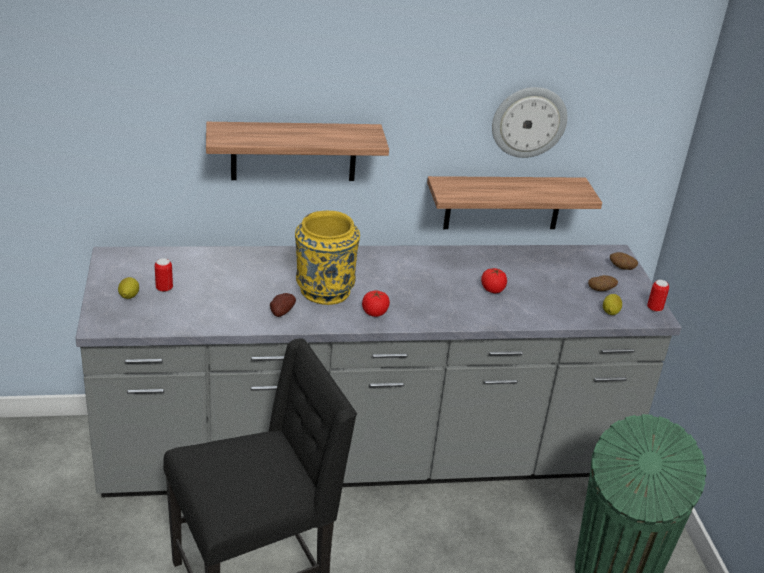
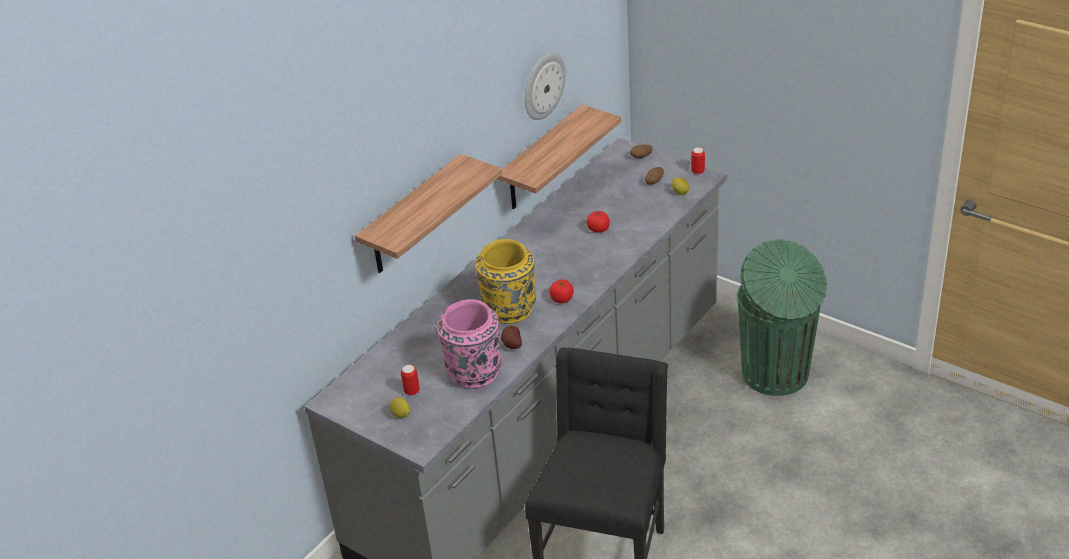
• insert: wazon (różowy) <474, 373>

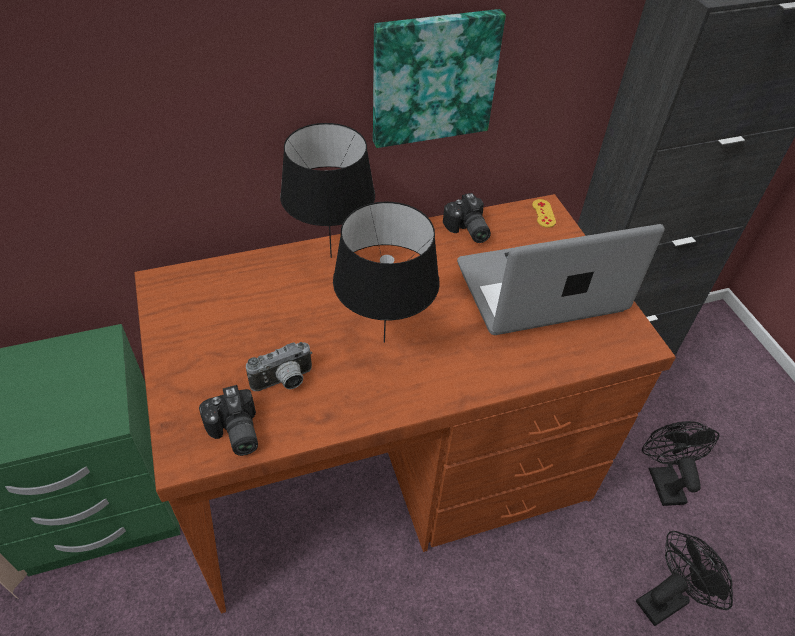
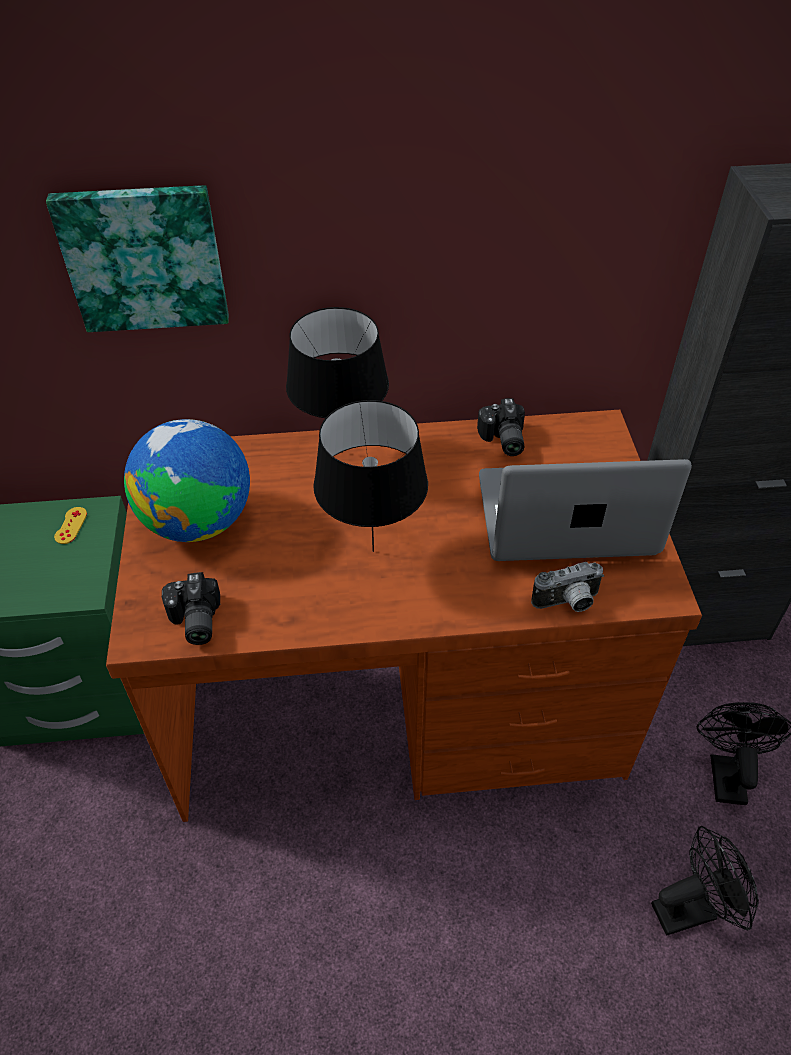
• move: aparat fotograficzny <284, 382> to <568, 603>
• move: obraz <433, 77> to <144, 258>
• move: pad do gier (żółty) <543, 213> to <71, 525>
• insert: globus <198, 521>

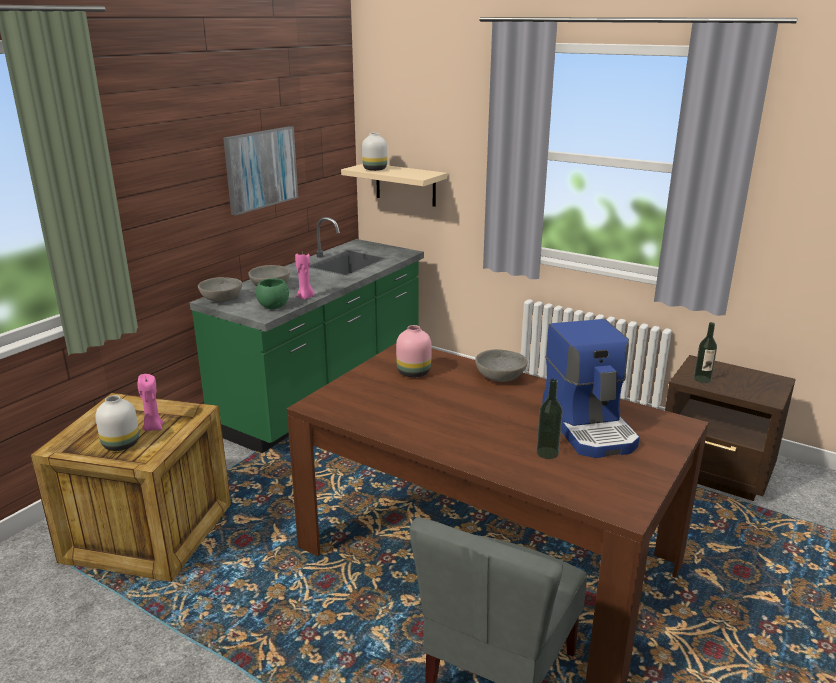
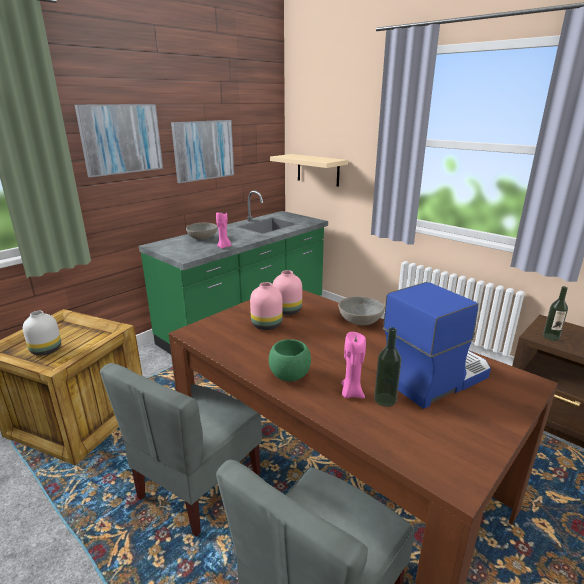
• move: świeca (różowy) <153, 427> to <351, 393>
• delete: miska (szary) <222, 299>
• move: miska (zielony) <273, 306> to <289, 375>
• delete: wazon (biały) <374, 169>
• rotate: ekspres do kawy <590, 426> = <433, 376> 120 degrees counterclockwise
• insert: obraz <121, 139>
• insert: krzesło (szary) <198, 485>
• insert: wazon (różowy) <267, 325>

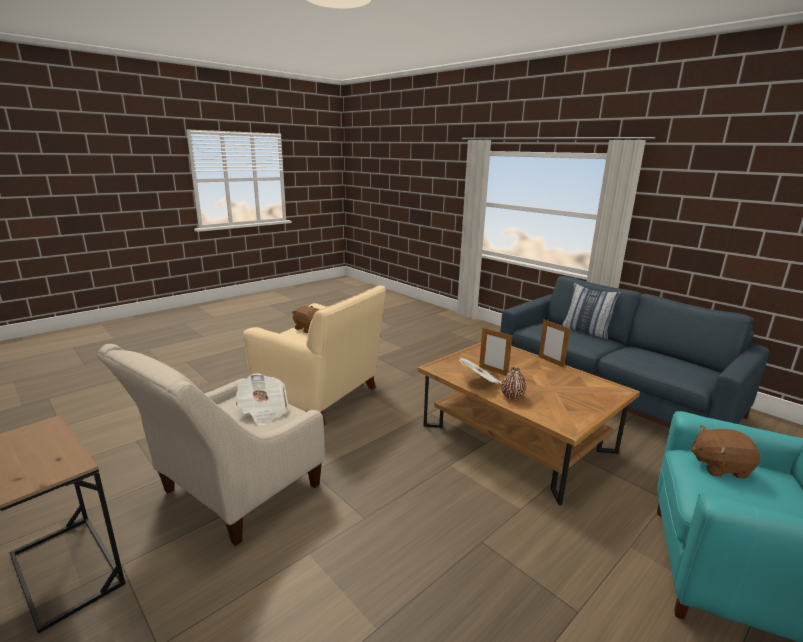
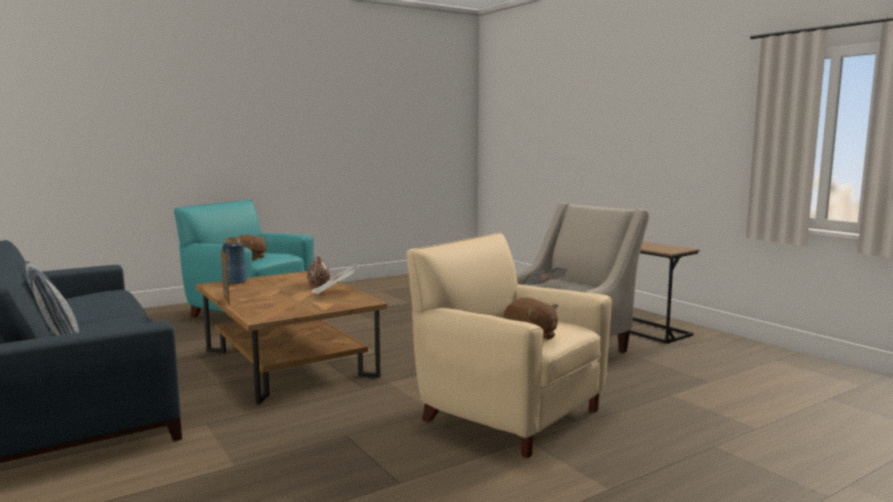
• delete: ramka na zdjęcie <493, 371>
• insert: wazon (niebieski) <235, 281>

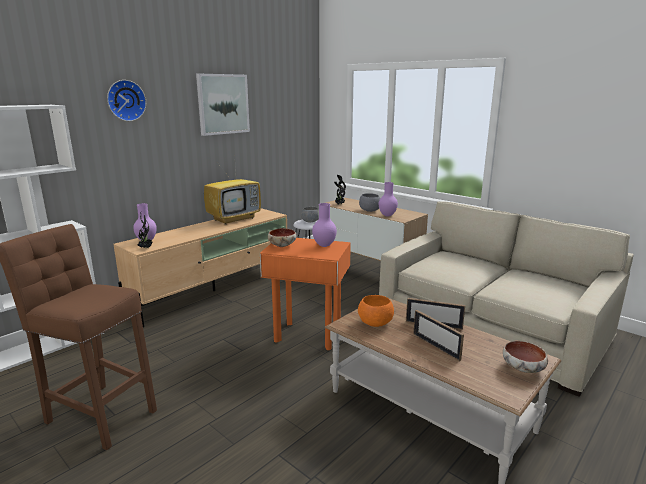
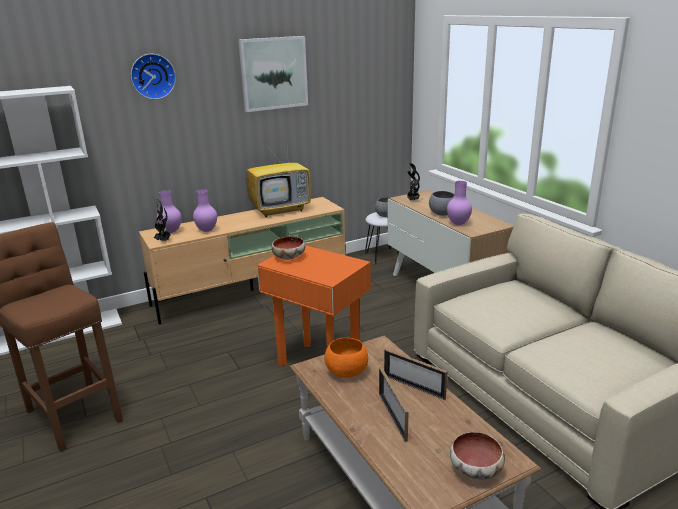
• move: wazon (fioletowy) <324, 245> to <207, 230>

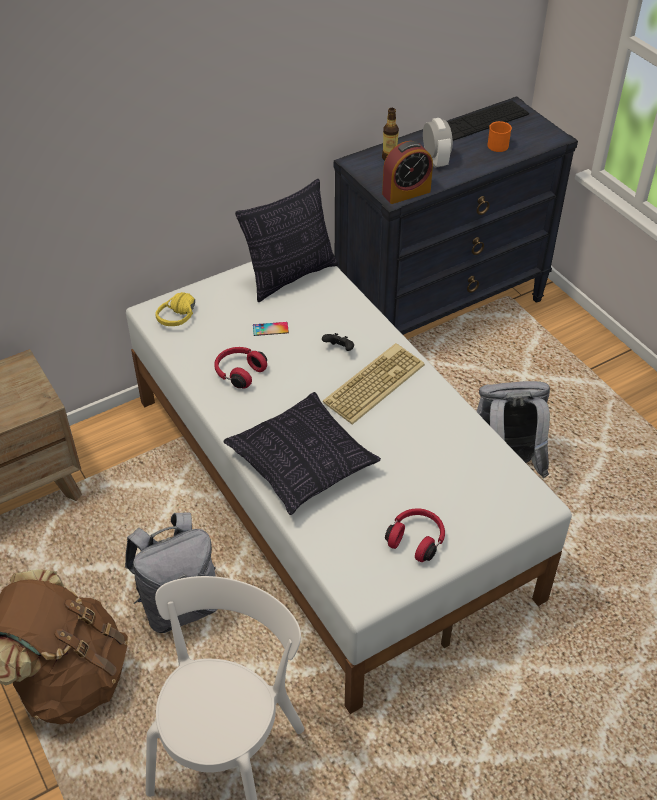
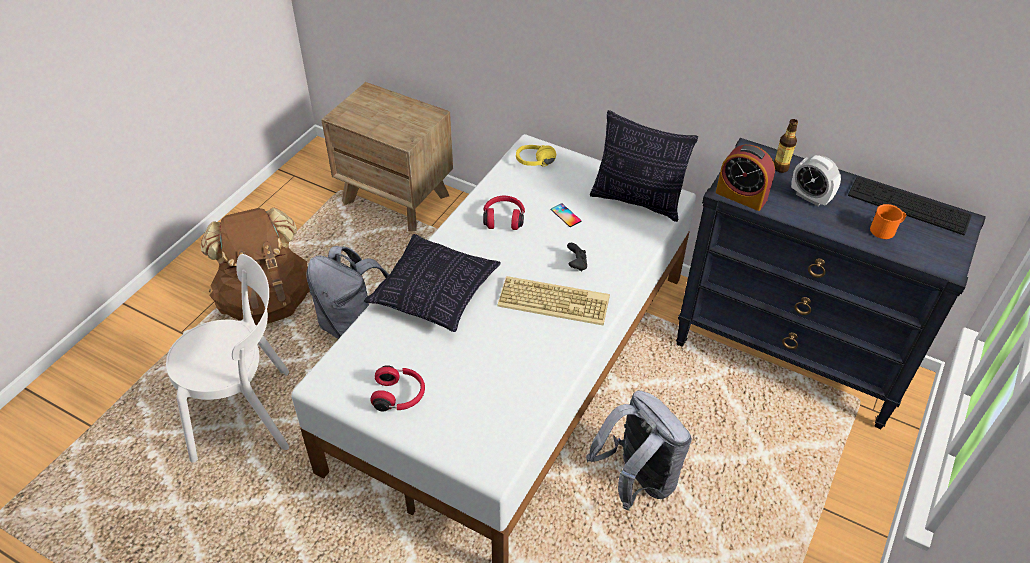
• rotate: budzik <435, 160> = <810, 197> 90 degrees clockwise

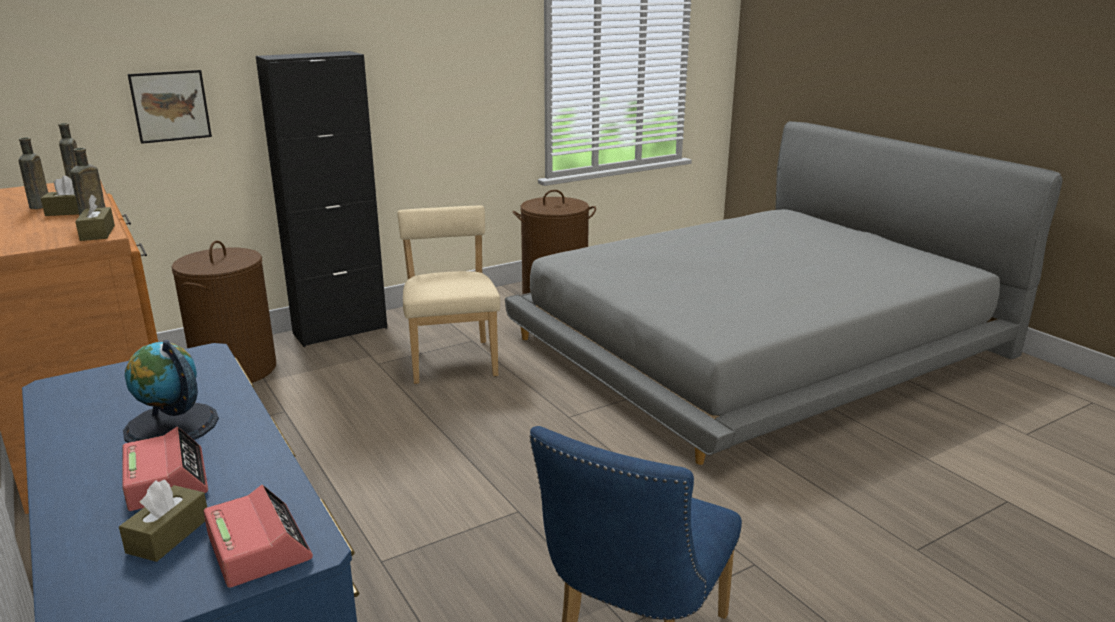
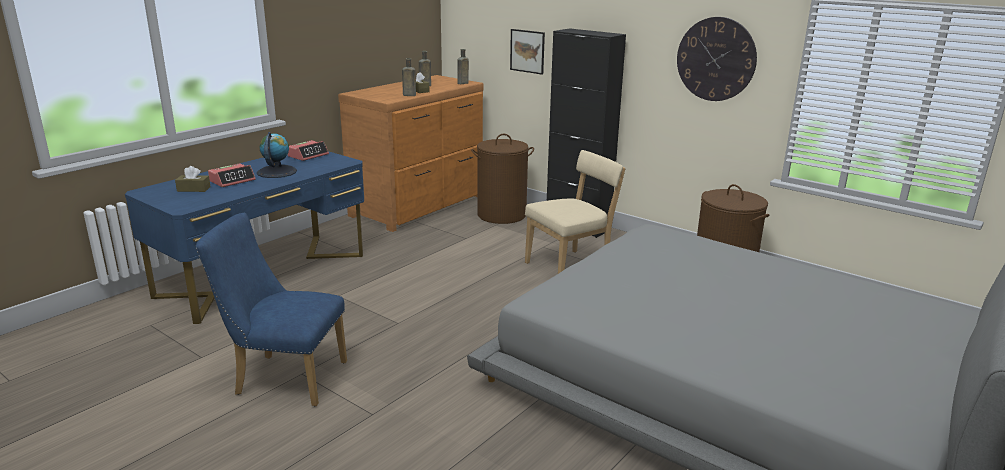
• delete: pudełko chusteczek (brązowy) <97, 233>
• move: budzik <258, 547> to <308, 155>
• insert: zegar ścienny <716, 59>

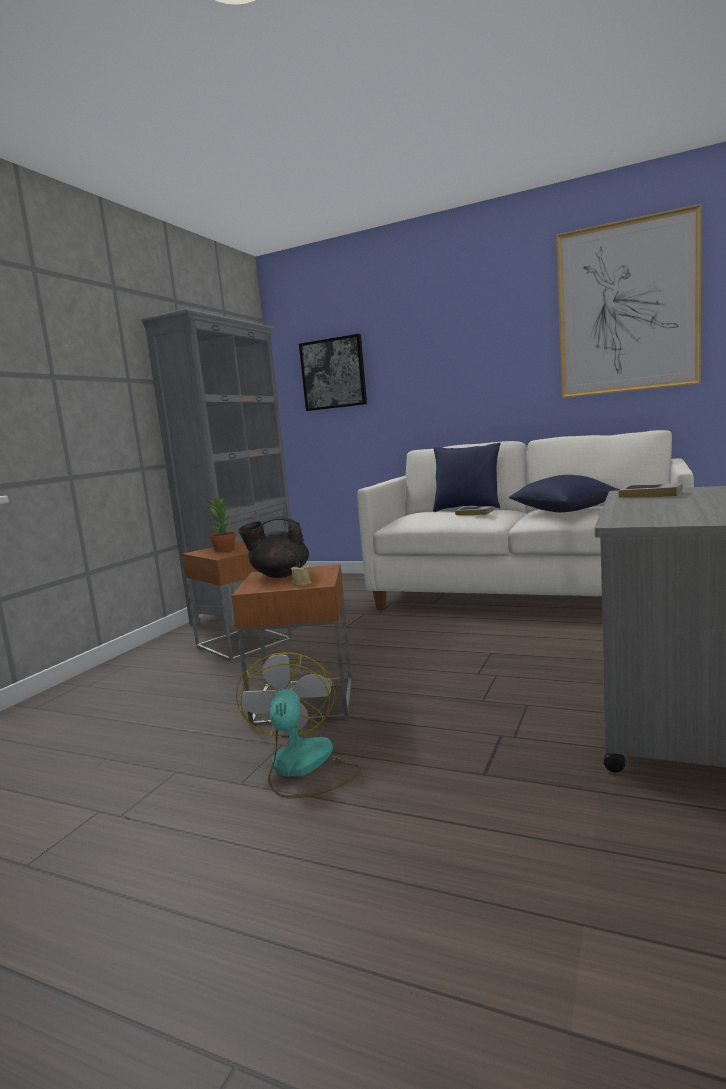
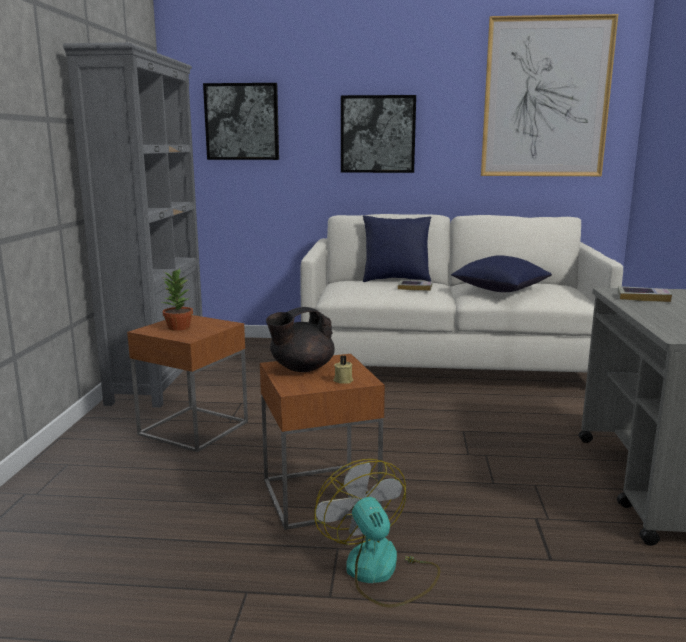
• insert: obraz <378, 134>

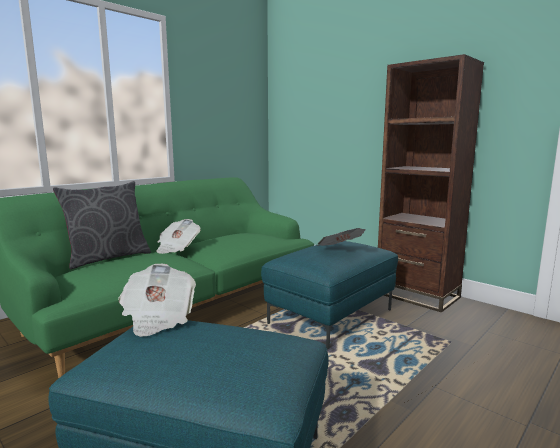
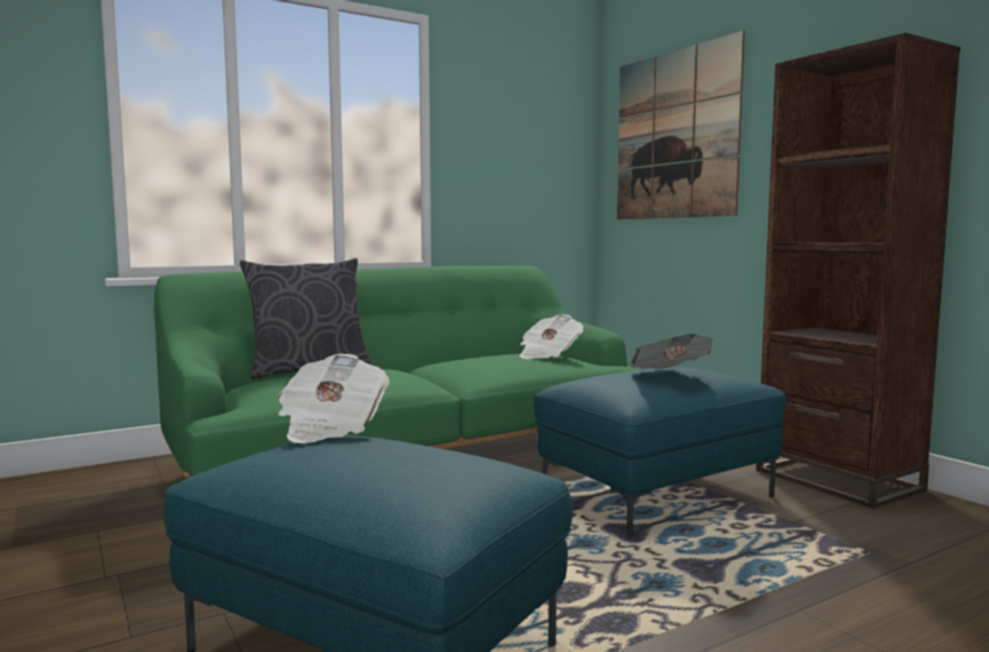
• move: gazeta <177, 248> to <548, 355>
• insert: obraz <675, 135>

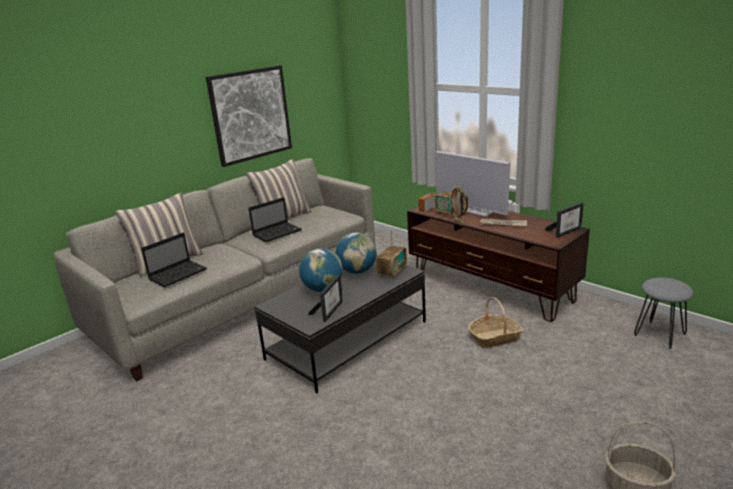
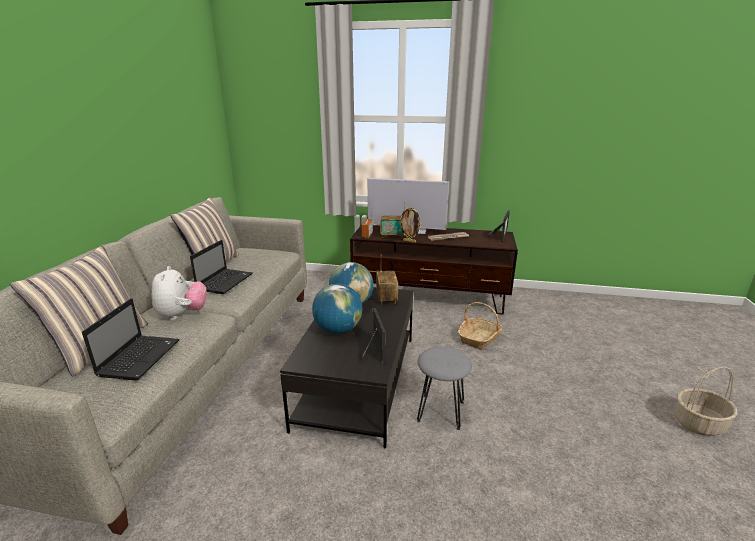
• delete: obraz <250, 115>
• move: stołek (szary) <660, 334> to <441, 411>
• insert: pluszak <182, 315>

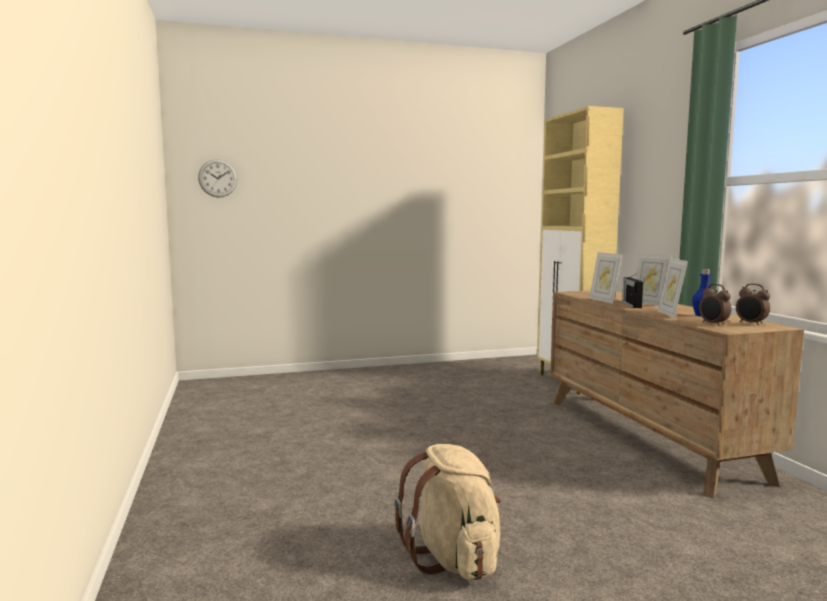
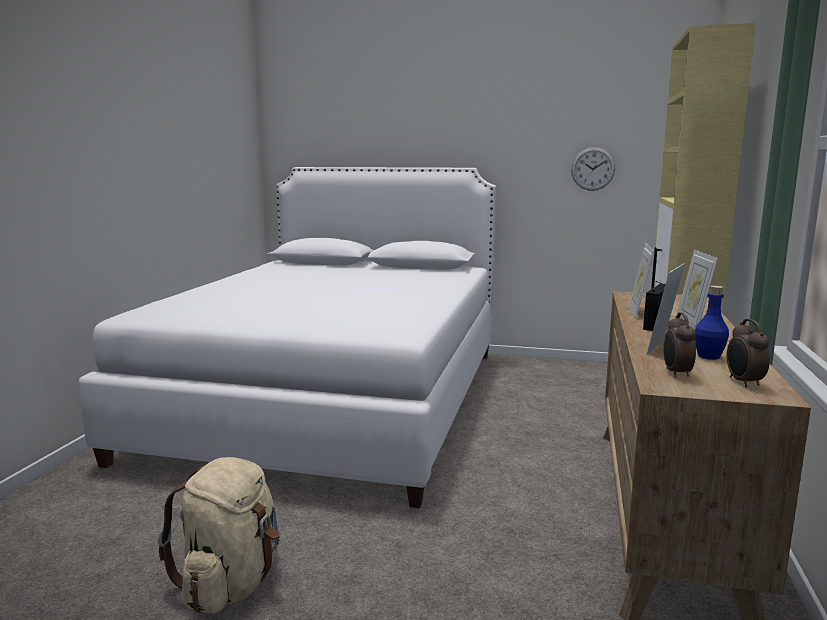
• move: zegar ścienny <218, 178> to <593, 169>
• insert: łóżko (biały) <334, 399>

